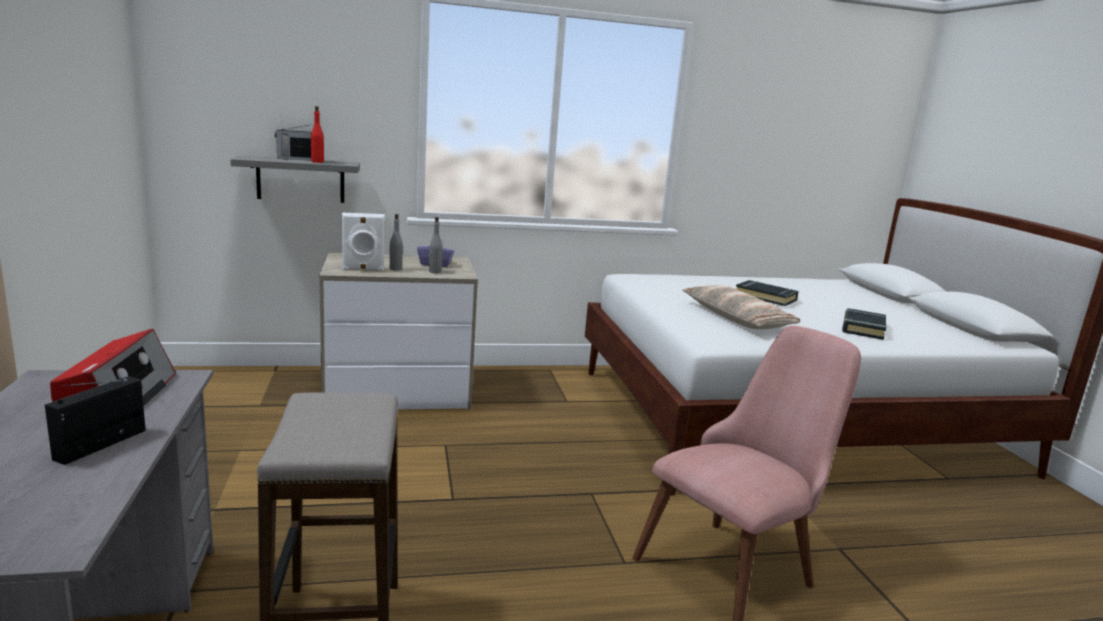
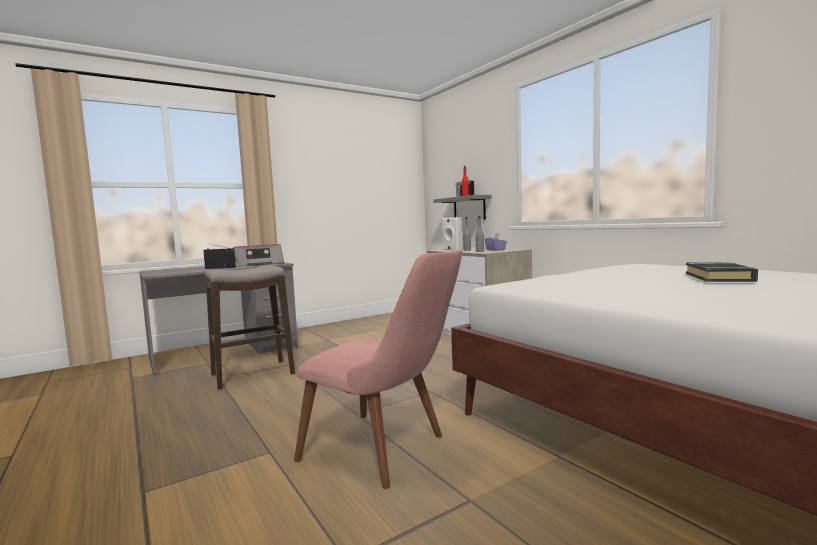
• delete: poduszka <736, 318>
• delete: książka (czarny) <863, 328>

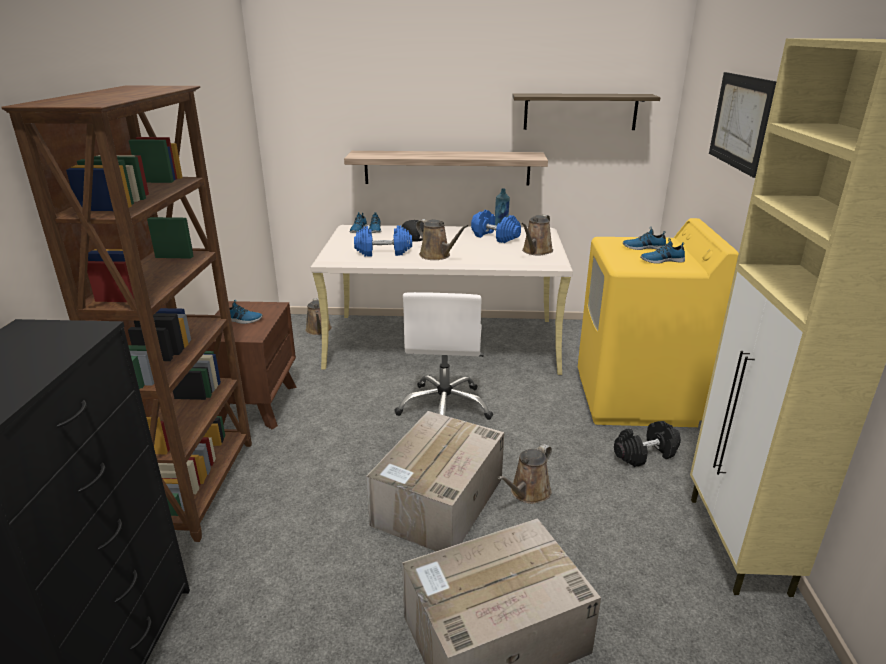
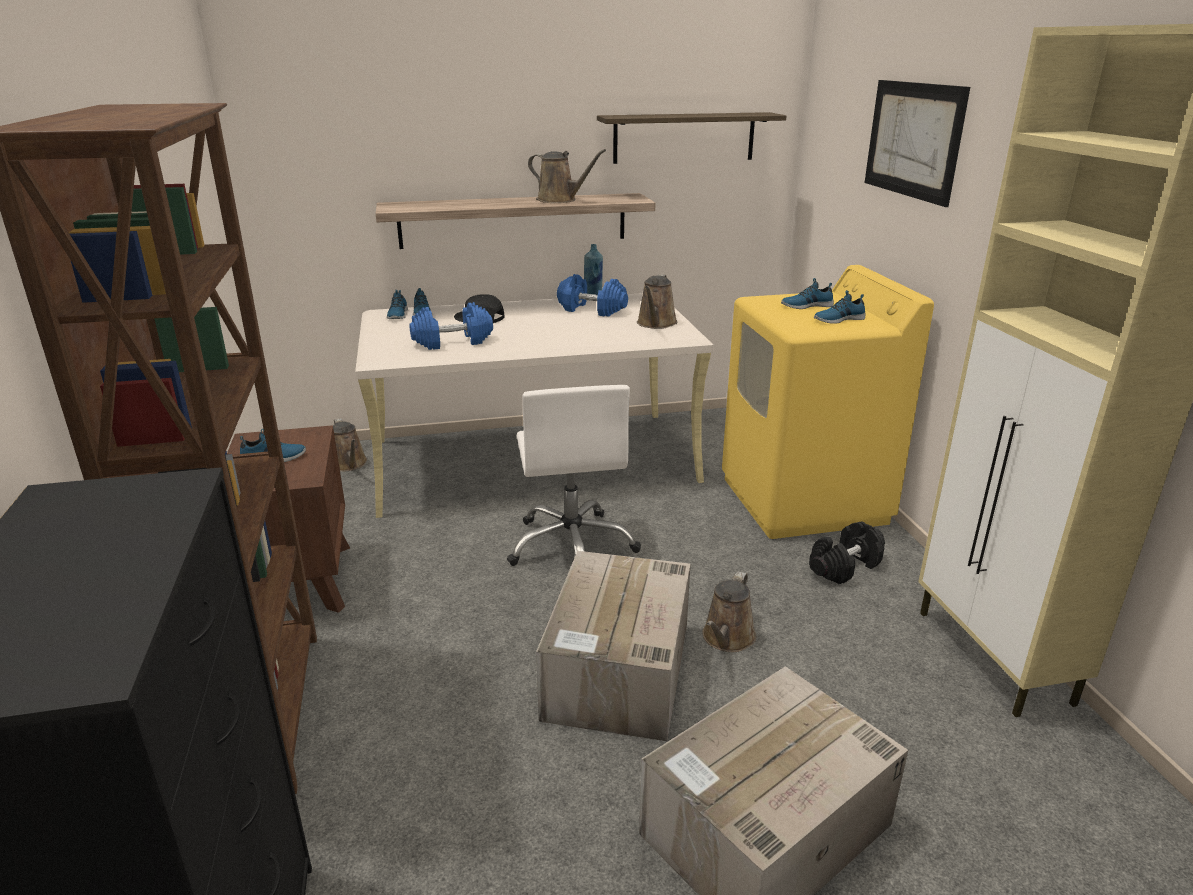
• move: konewka (brązowy) <437, 256> to <560, 200>

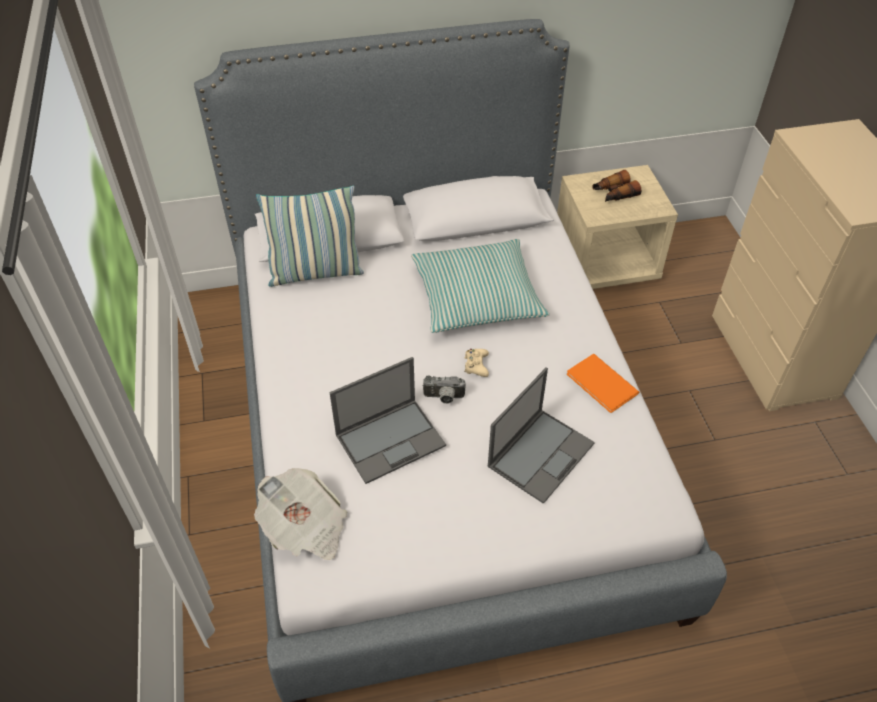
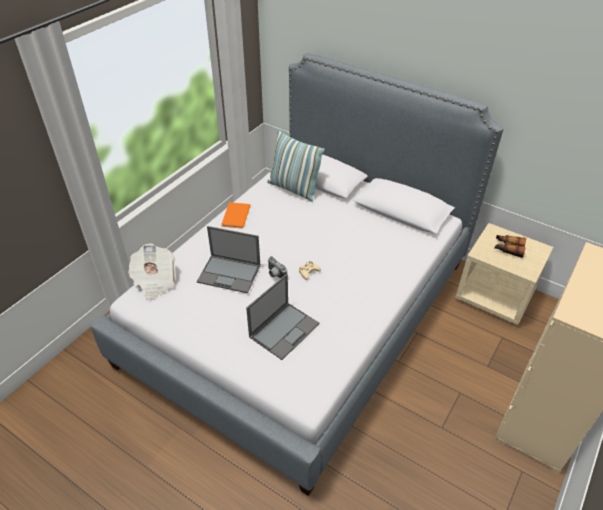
• delete: poduszka <476, 297>
• rotate: laptop <541, 454> = <284, 329> 45 degrees counterclockwise
• move: książka (pomarańczowy) <602, 385> to <235, 216>

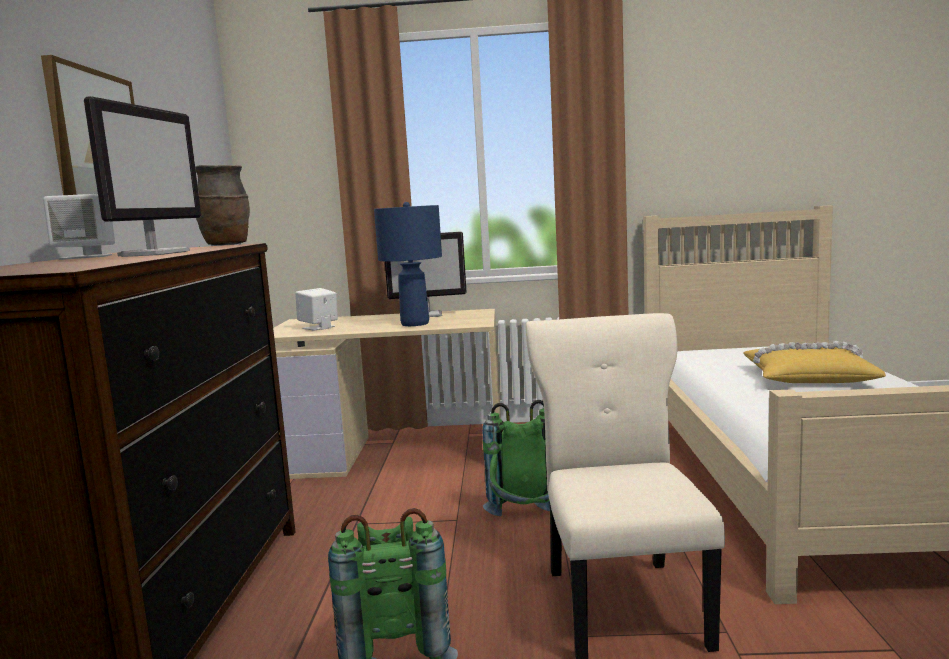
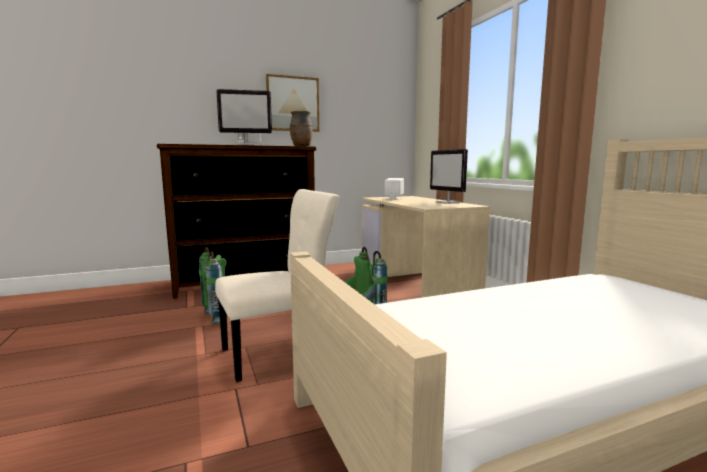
• delete: lampa stołowa (niebieski) <415, 324>
• delete: poduszka (żółty) <807, 377>

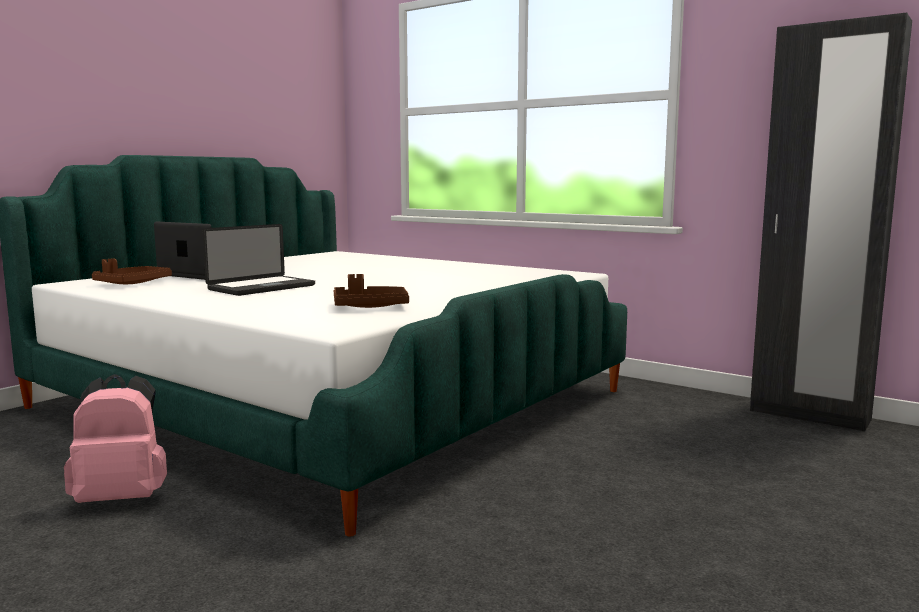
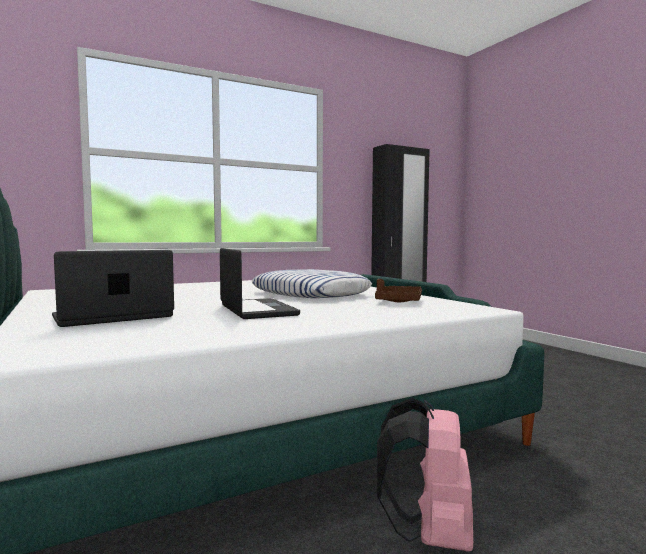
• delete: taca (brązowy) <132, 283>
• insert: poduszka <310, 293>

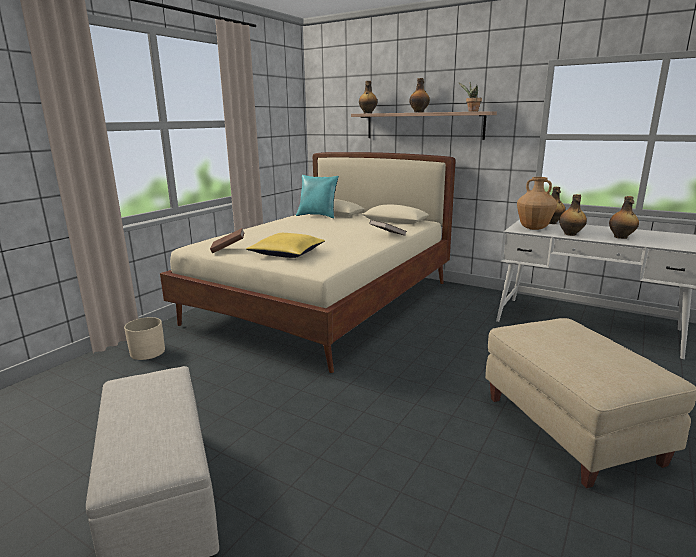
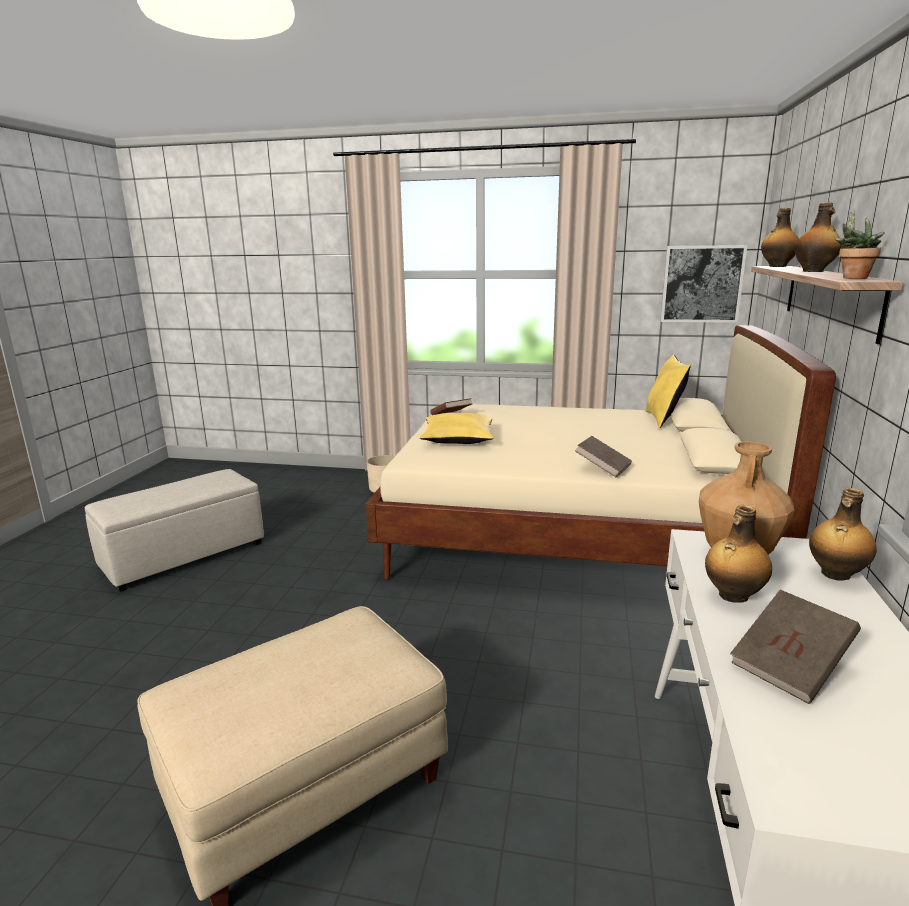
• recolor: poduszka (turkusowy) <318, 216> to poduszka (żółty) <664, 420>
• replace: butelka <621, 237> to książka (brązowy) <790, 666>
• insert: obraz <701, 284>

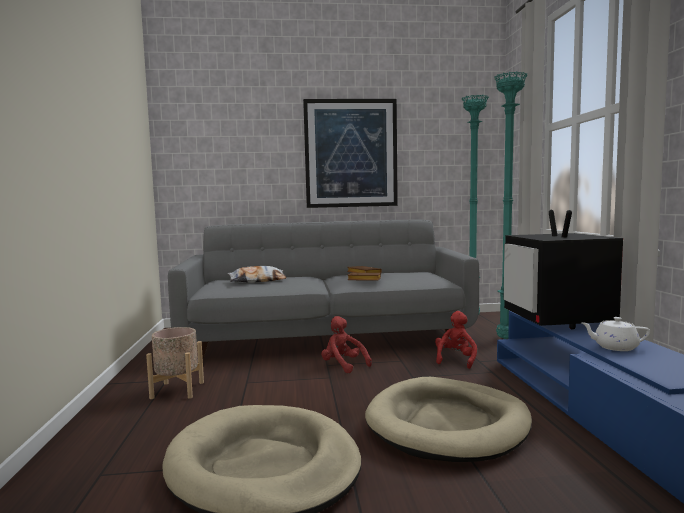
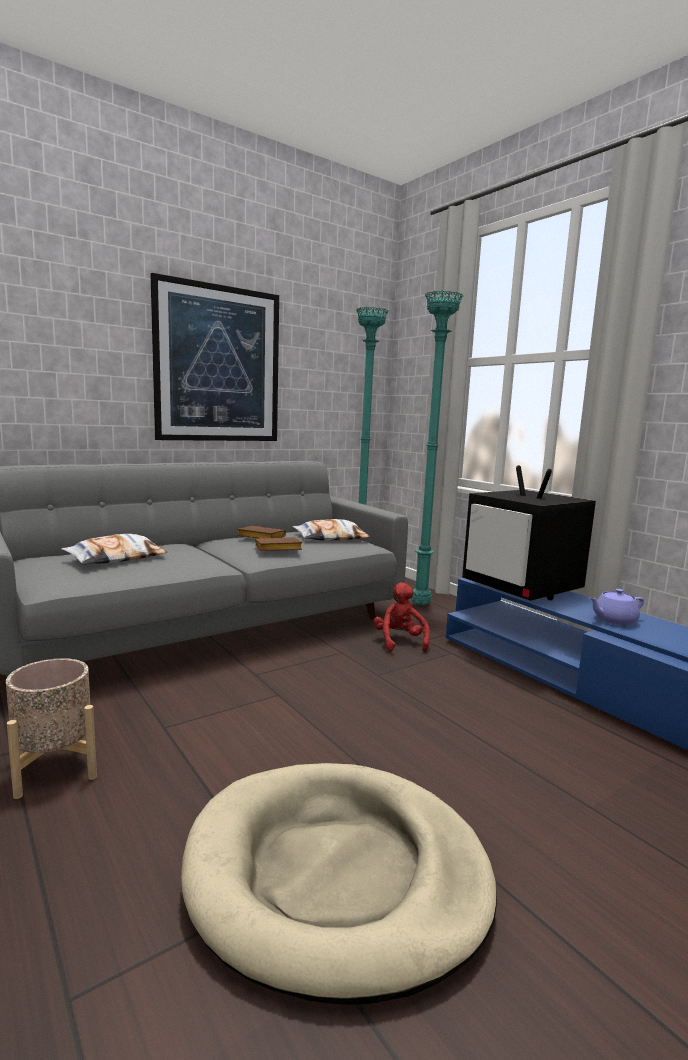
• delete: pluszak (czerwony) <343, 366>
• delete: legowisko (beżowy) <448, 424>
• recolor: imbryk (biały) <614, 347> to imbryk (fioletowy) <613, 620>
• insert: poduszka <331, 538>

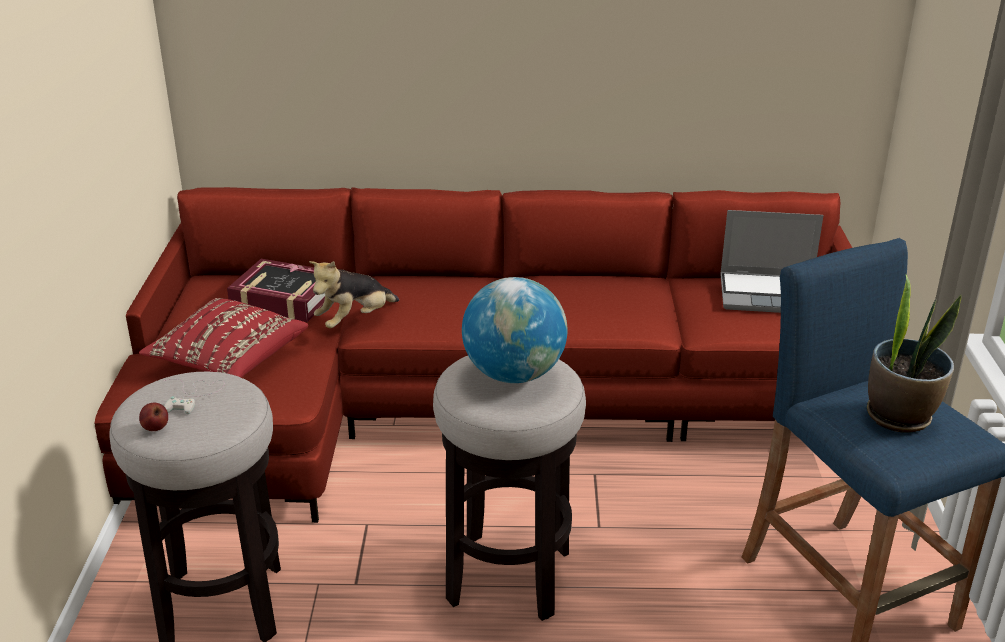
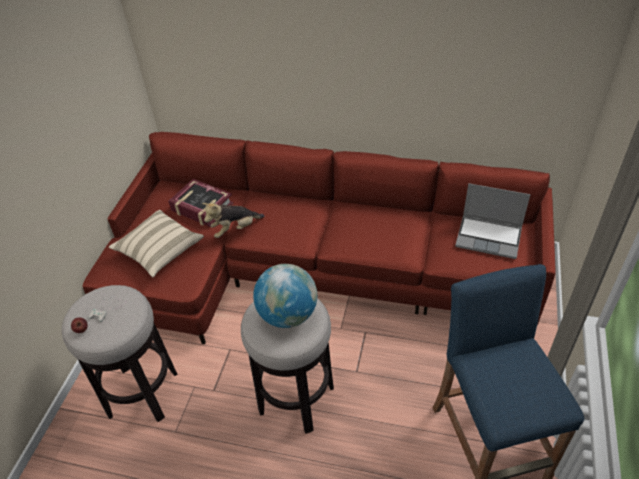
• recolor: poduszka (czerwony) <228, 360> to poduszka (beżowy) <159, 251>
• delete: roślina doniczkowa <899, 416>

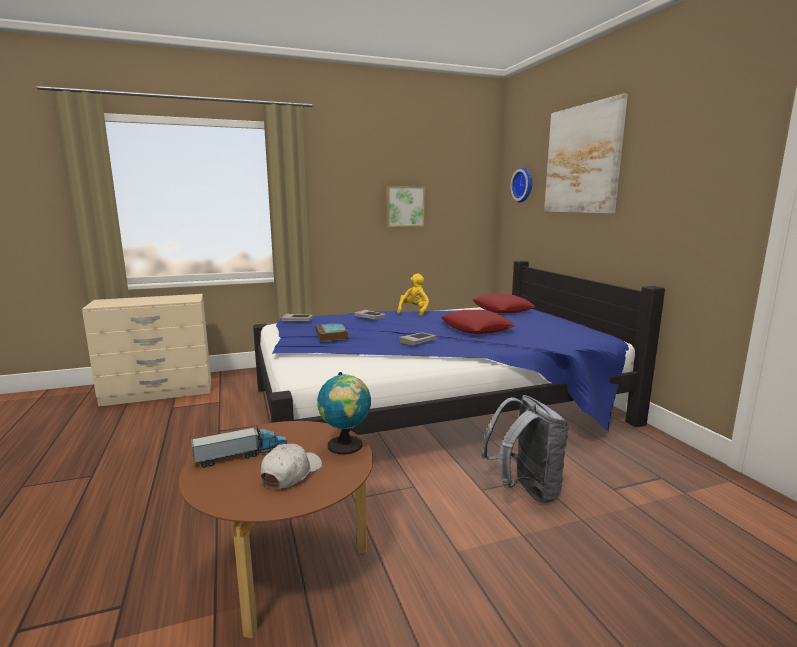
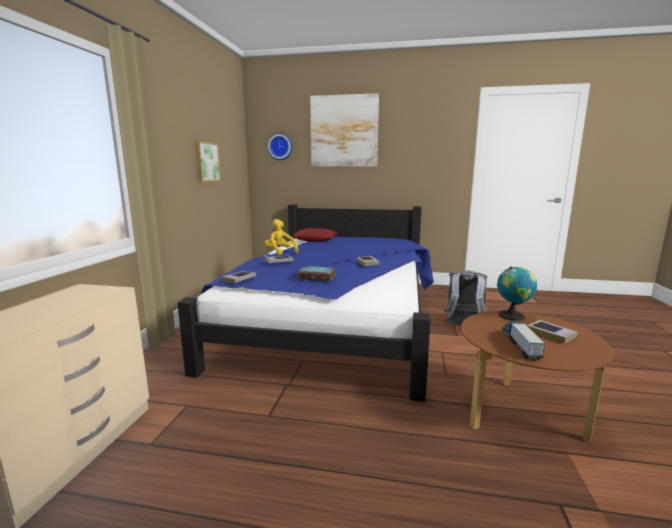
• replace: czapka z daszkiem (biały) <291, 473> to książka <551, 334>
• delete: poduszka (czerwony) <476, 328>

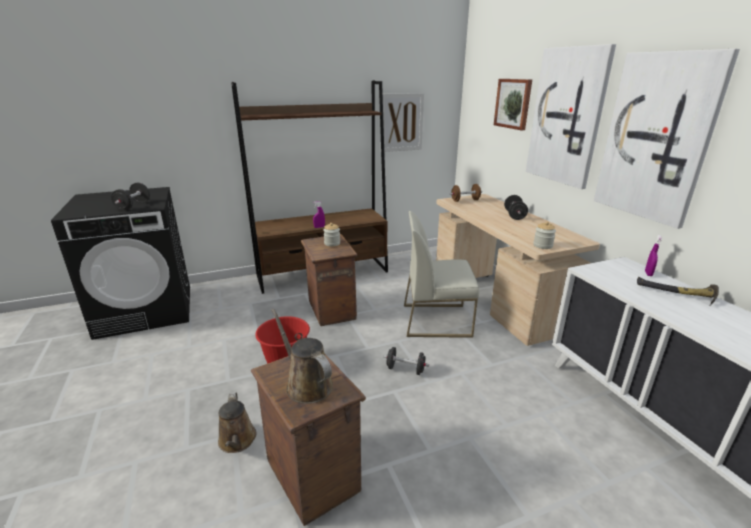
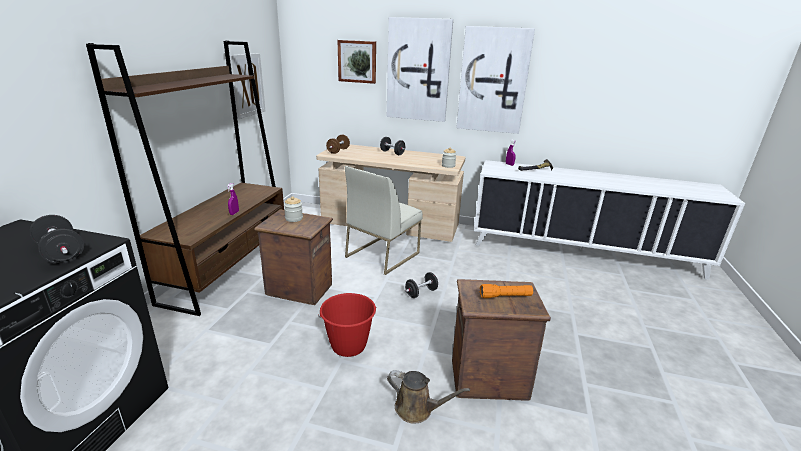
• replace: konewka (brązowy) <306, 384> to latarka (pomarańczowy) <505, 296>

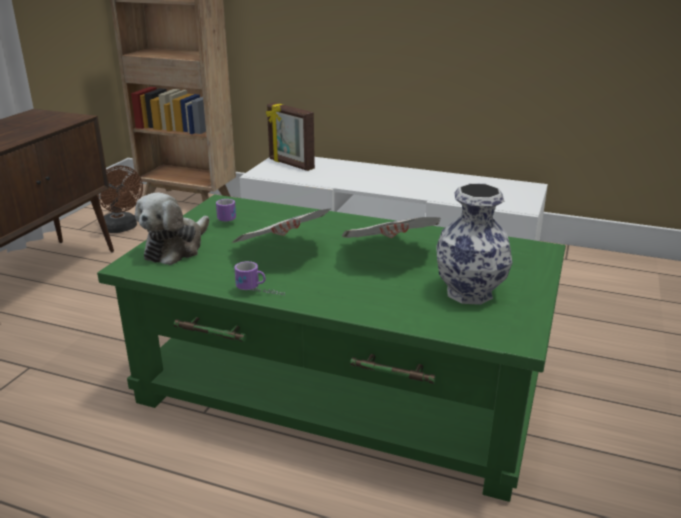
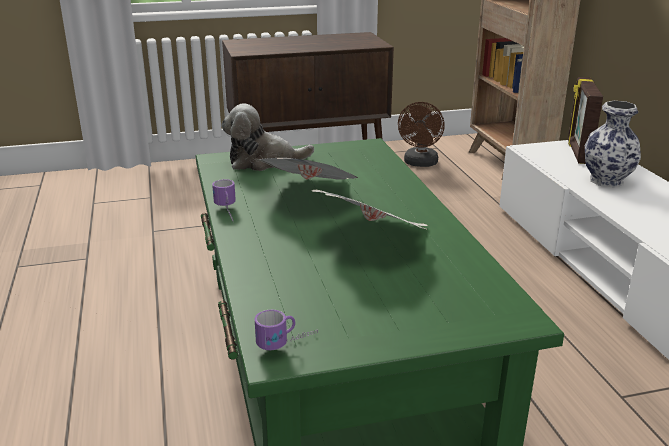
• move: kubek <229, 219> to <288, 344>
• move: wazon <471, 293> to <607, 181>

